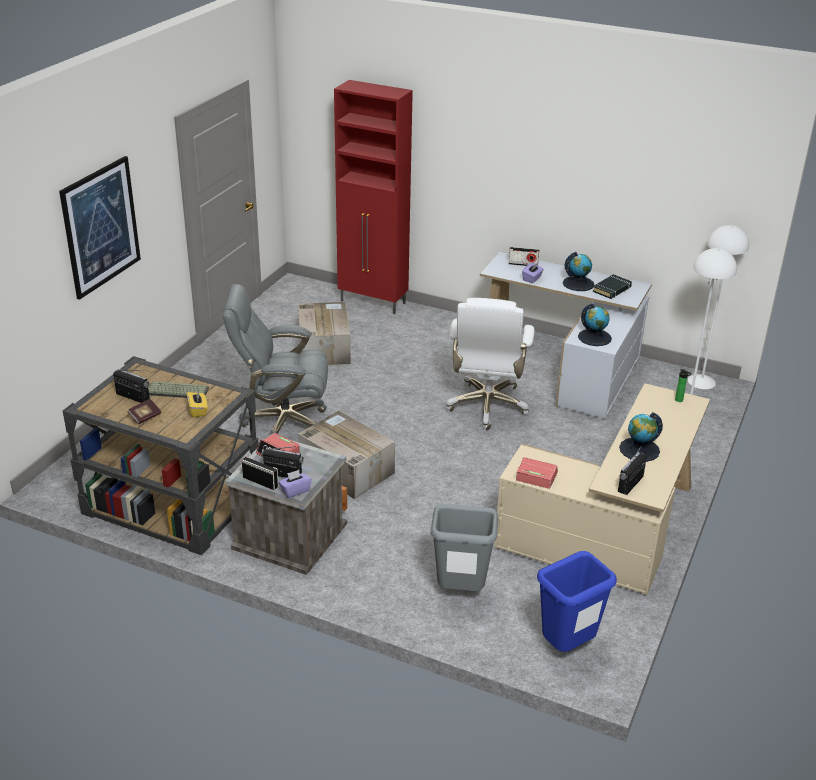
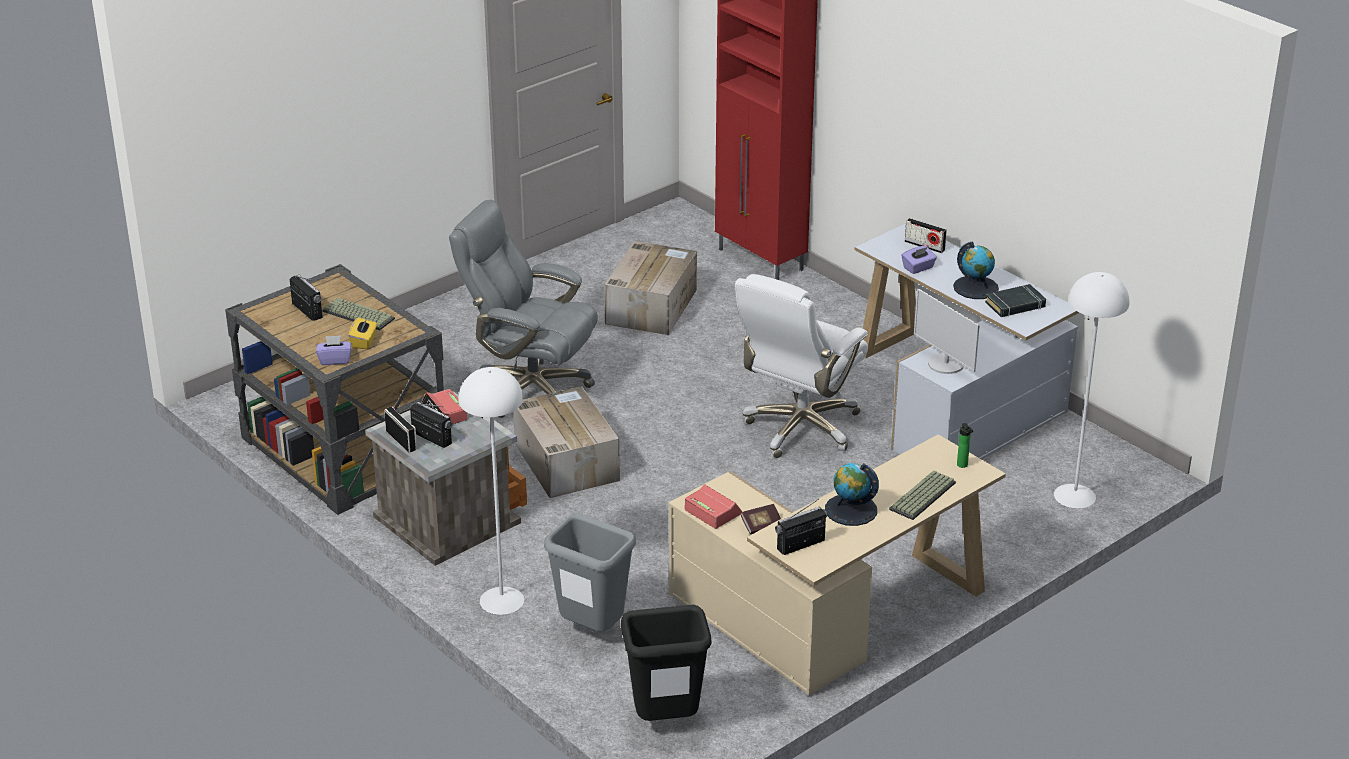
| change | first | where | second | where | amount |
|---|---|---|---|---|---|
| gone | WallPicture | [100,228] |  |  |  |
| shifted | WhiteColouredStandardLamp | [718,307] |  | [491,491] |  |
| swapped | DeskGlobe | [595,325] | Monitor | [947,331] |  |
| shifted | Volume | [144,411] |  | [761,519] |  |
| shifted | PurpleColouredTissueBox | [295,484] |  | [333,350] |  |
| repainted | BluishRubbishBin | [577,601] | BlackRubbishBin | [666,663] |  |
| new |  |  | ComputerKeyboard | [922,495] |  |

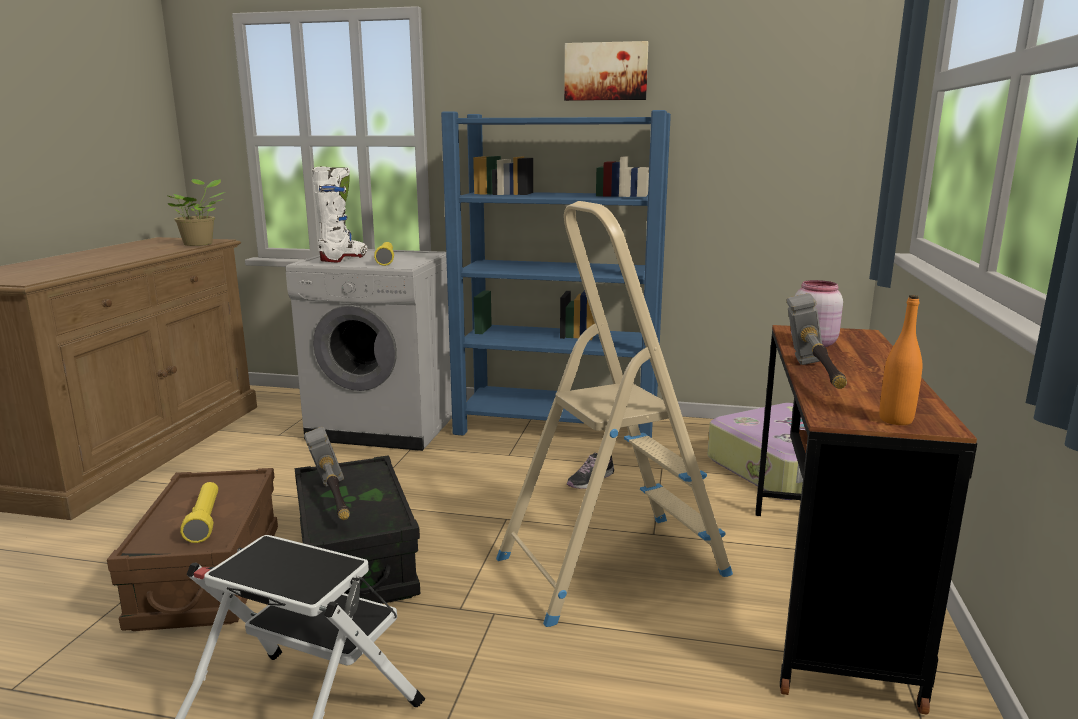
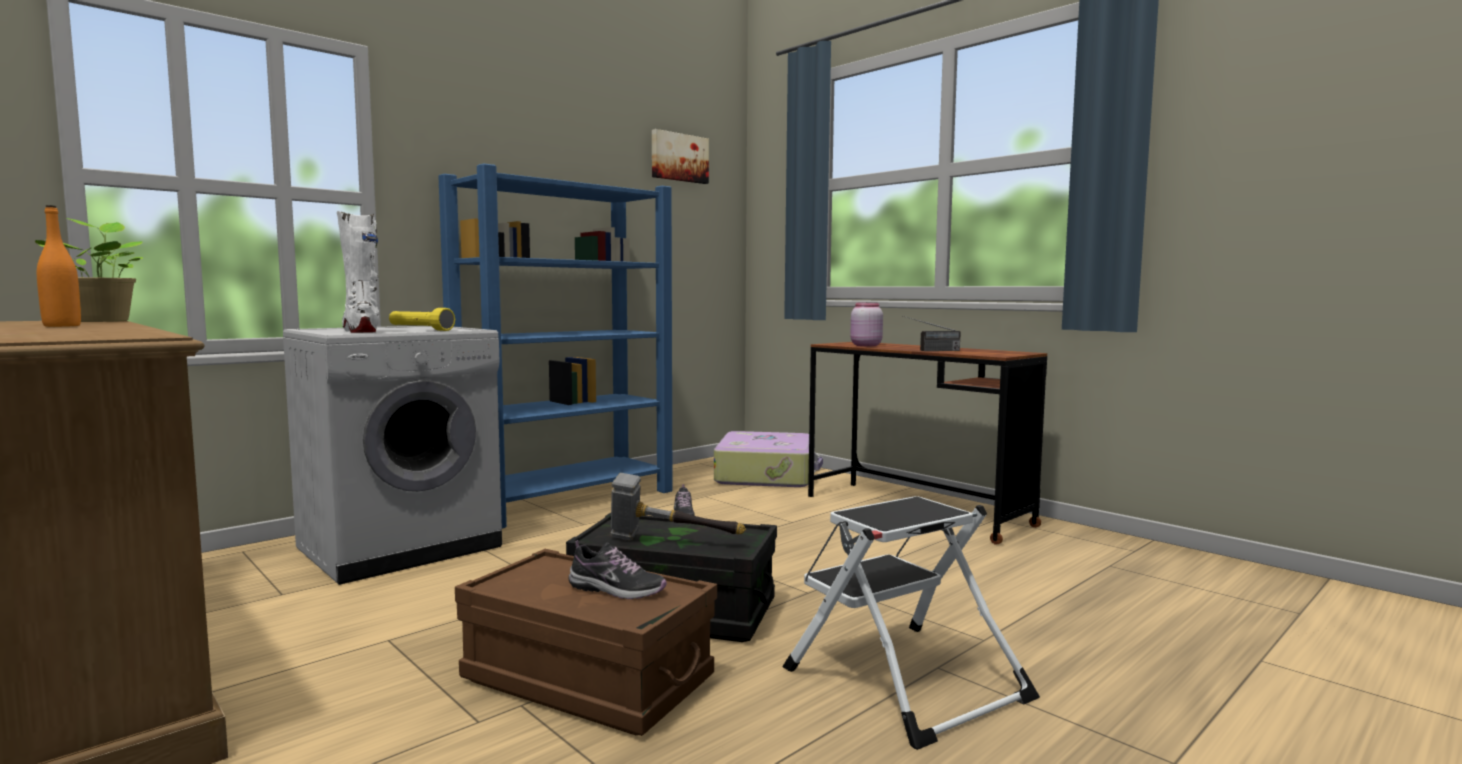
| change | first | where | second | where | amount |
|---|---|---|---|---|---|
| shifted | WallPicture | [606,71] |  | [680,156] |  |
| gone | BeigeColouredStepladder | [614,414] |  |  |  |
| swapped | Hammer | [816,341] | RadioReceiver | [931,333] |  |
| shifted | OrangeyDrinkBottle | [900,360] |  | [59,266] |  |
| swapped | YellowishHandTorch | [199,512] | Shoe | [618,569] |  |

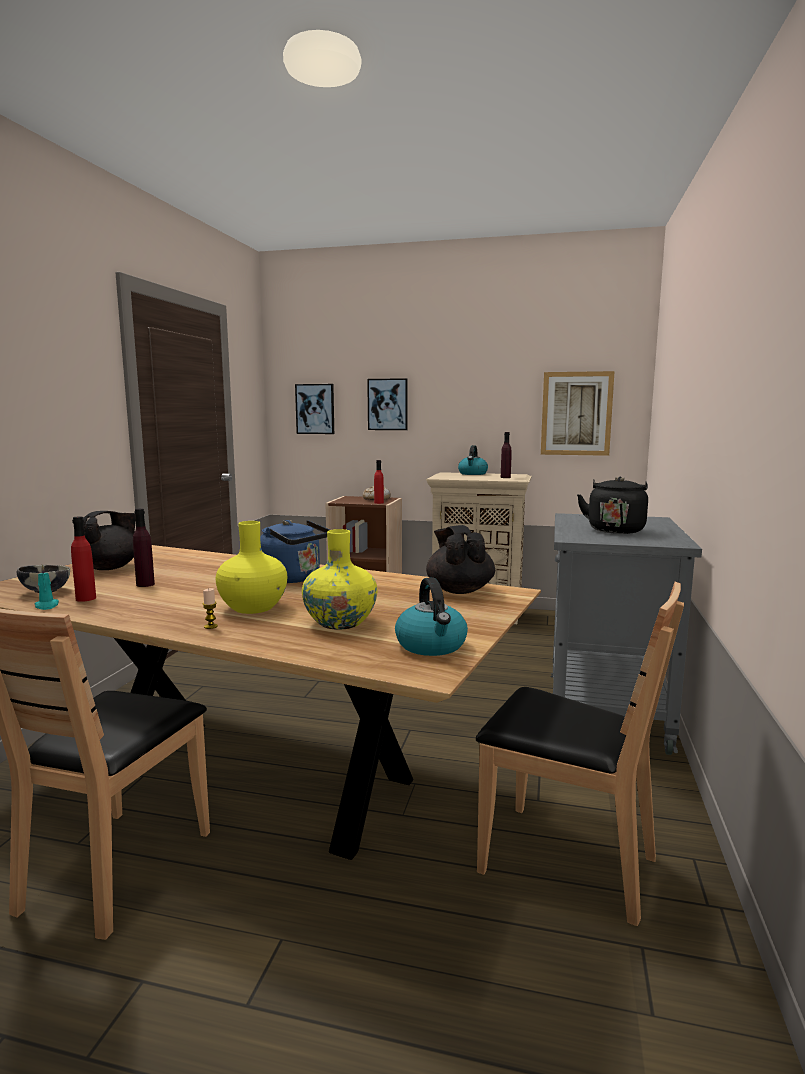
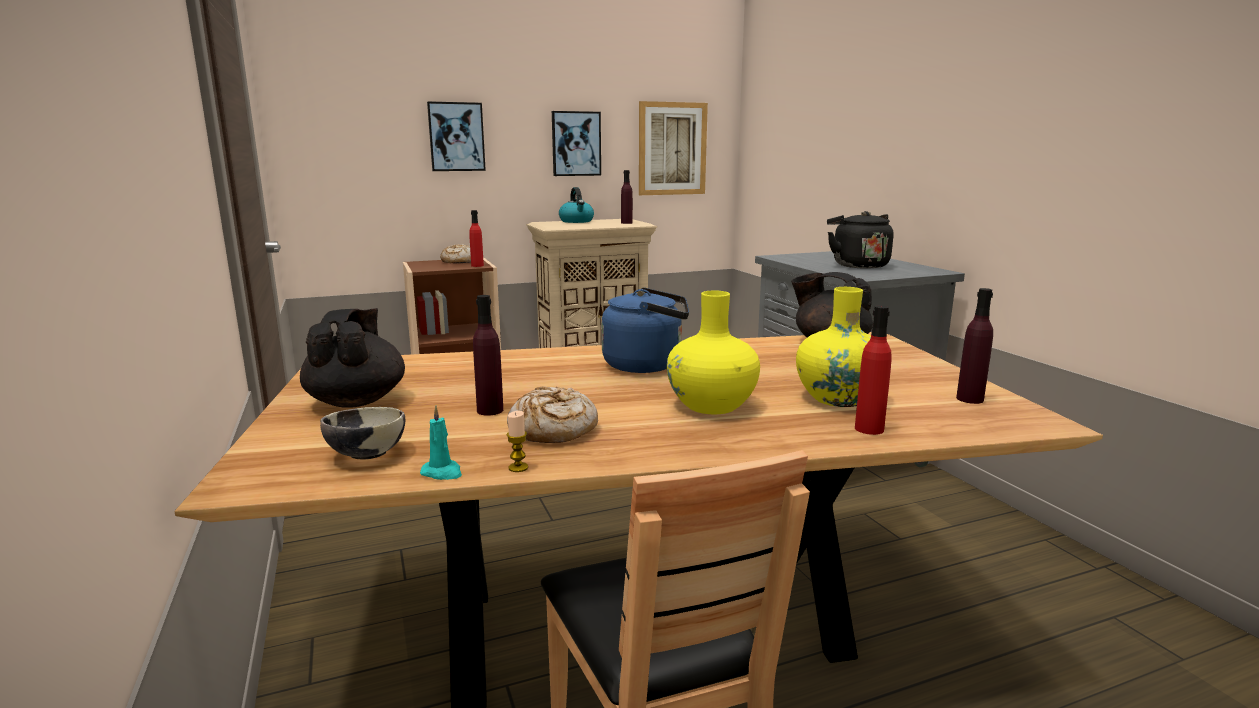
| change | first | where | second | where | amount |
|---|---|---|---|---|---|
| shifted | WallPicture | [314,409] |  | [576,143] |  |
| shifted | ReddishDrinkBottle | [83,559] |  | [873,370] |  |
| swapped | Kettle | [431,617] | PurpleColouredDrinkBottle | [974,346] |  |
| gone | BrownUprightChair | [580,754] |  |  |  |
| shifted | WaxCandle | [210,608] |  | [517,441] |  |
| new |  |  | BakedBread | [552,414] |  |

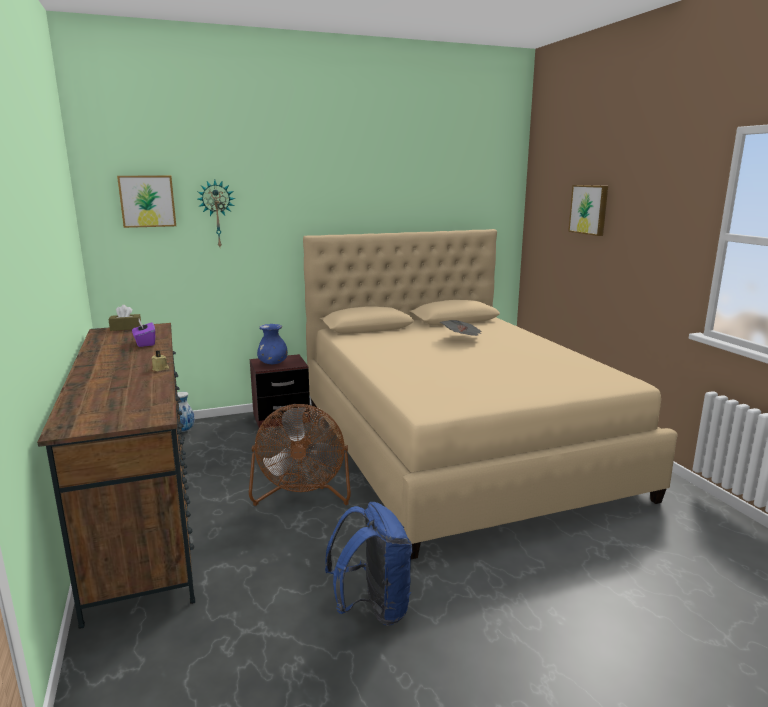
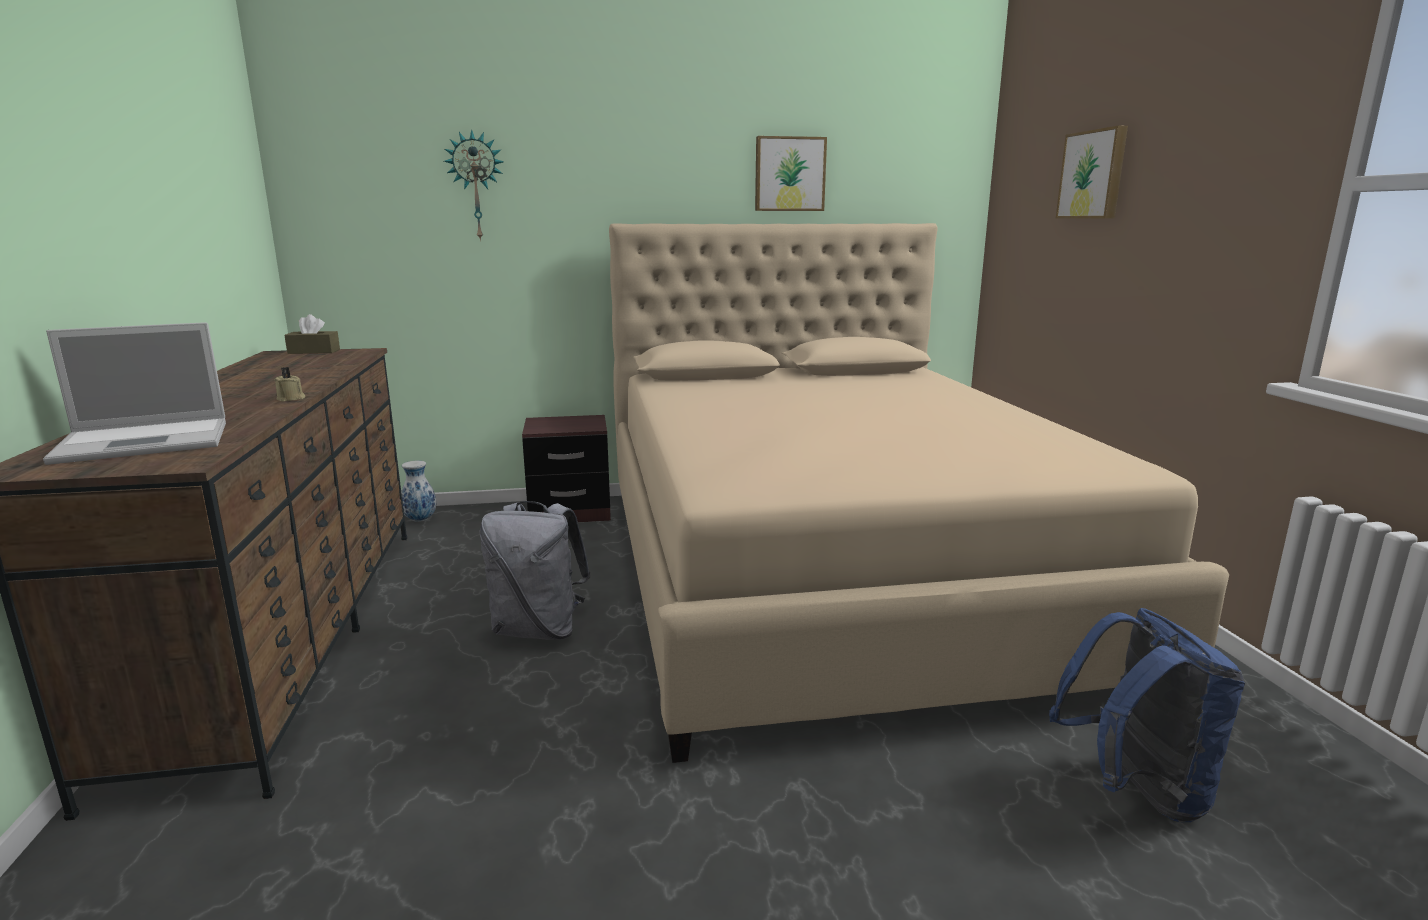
| change | first | where | second | where | amount |
|---|---|---|---|---|---|
| shifted | WallPicture | [146,202] |  | [791,173] |  |
| gone | PurpleColouredTissueBox | [143,333] |  |  |  |
| gone | Newspaper | [461,328] |  |  |  |
| gone | BluishFlowerVase | [272,344] |  |  |  |
| swapped | BrownElectricFan | [300,455] | GreyishBackpack | [535,570] |  |
| shifted | BluishBackpack | [368,564] |  | [1147,715] |  |
| new |  |  | NotebookComputer | [134,393] |  |

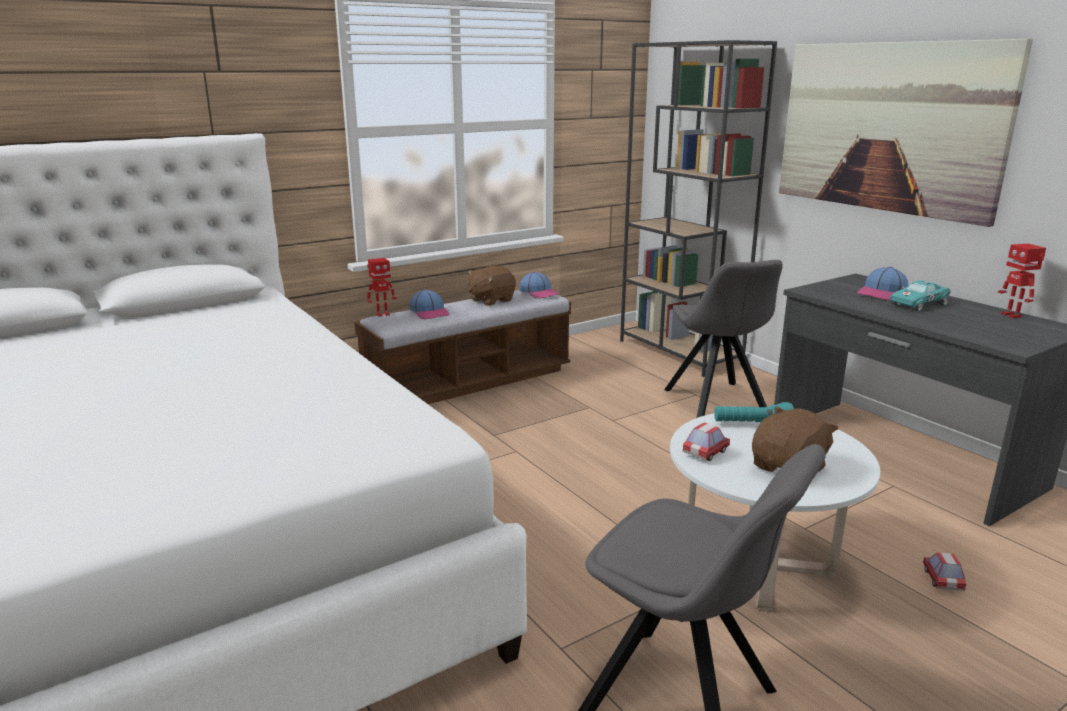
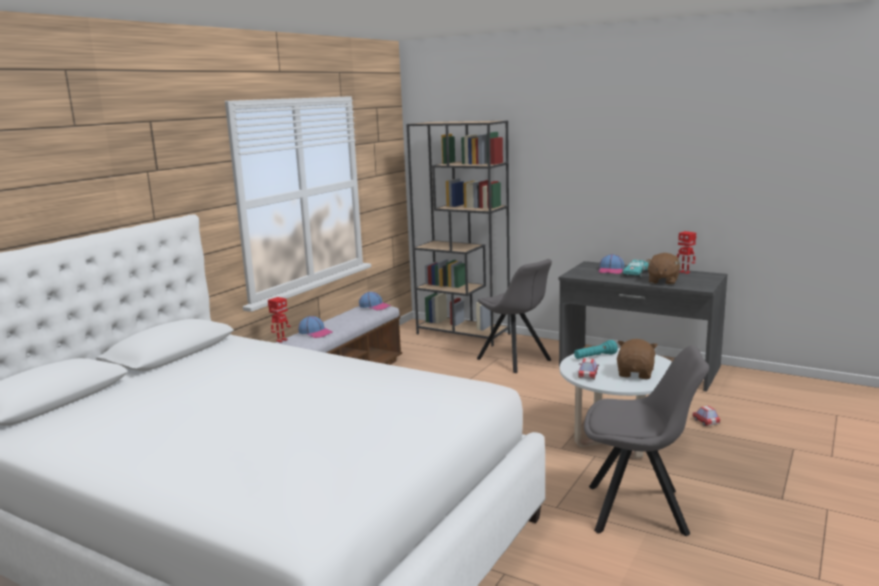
| change | first | where | second | where | amount |
|---|---|---|---|---|---|
| gone | WallPicture | [906,133] |  |  |  |
| shifted | BrownPlushToy | [492,286] |  | [663,269] |  |

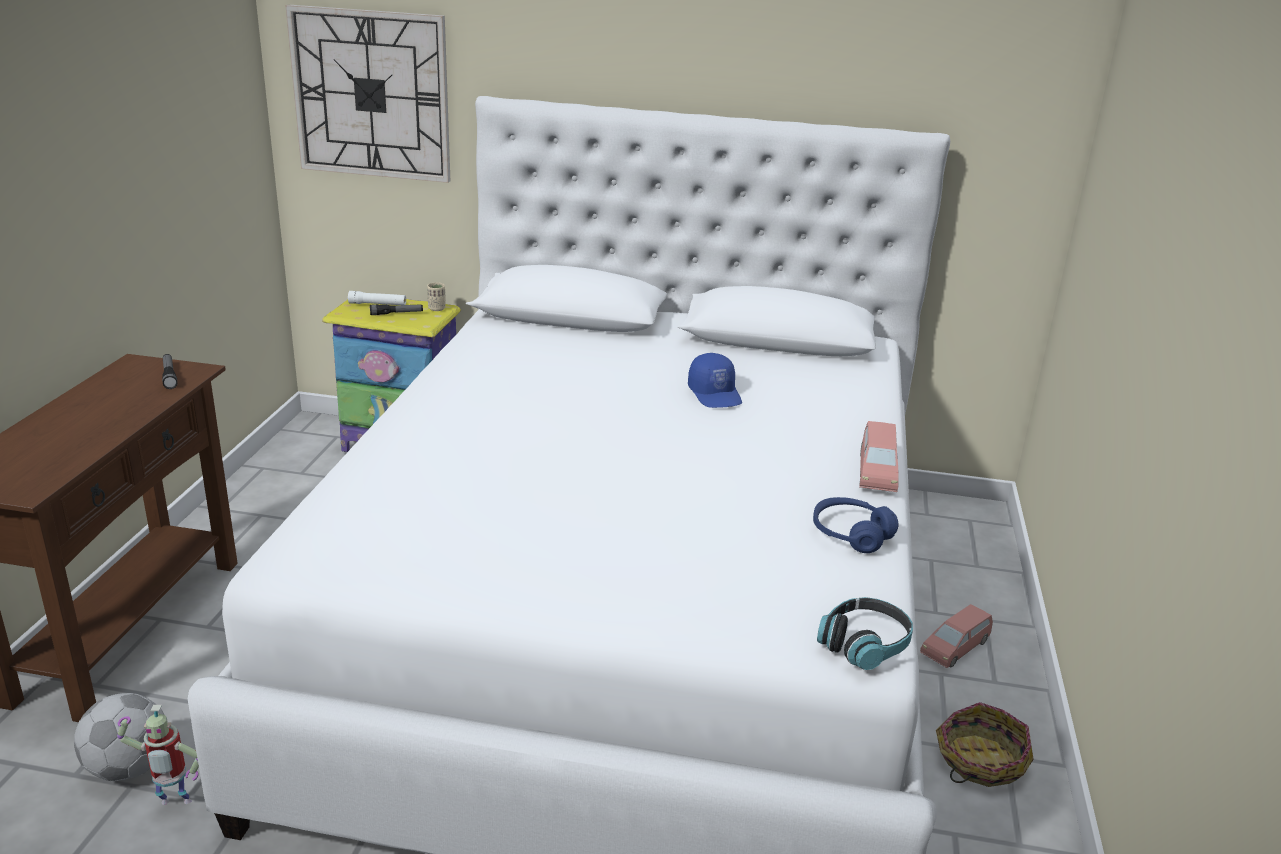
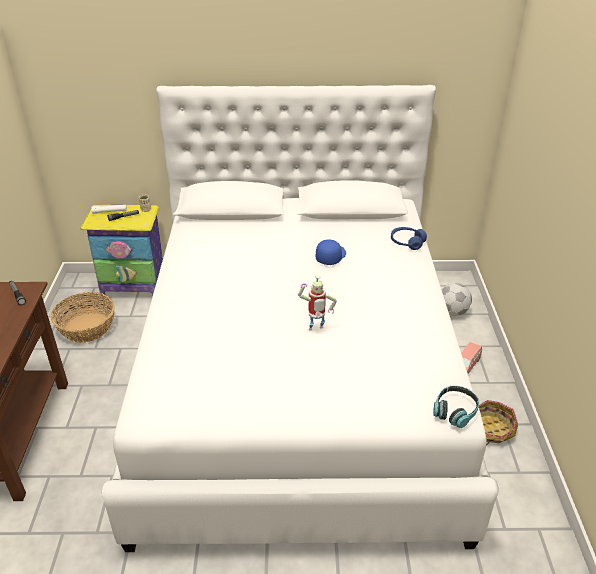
| change | first | where | second | where | amount |
|---|---|---|---|---|---|
| gone | HangingClock | [367,94] |  |  |  |
| rotated | BluishBaseballCap | [715,380] |  | [331,252] | 120 degrees counterclockwise |
| gone | PinkishToyCar | [879,456] |  |  |  |
| shifted | BluishHeadset | [855,525] |  | [409,238] |  |
| shifted | FootballBall | [119,737] |  | [457,299] |  |
| shifted | ModelRobot | [158,755] |  | [317,303] |  |
| new |  |  | Basket | [83,317] |  |

